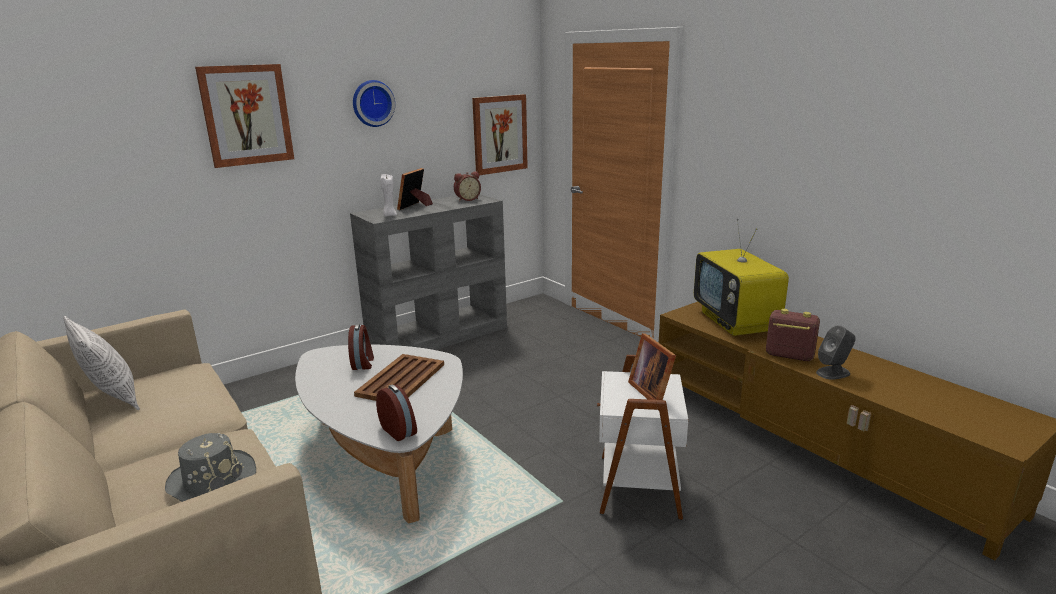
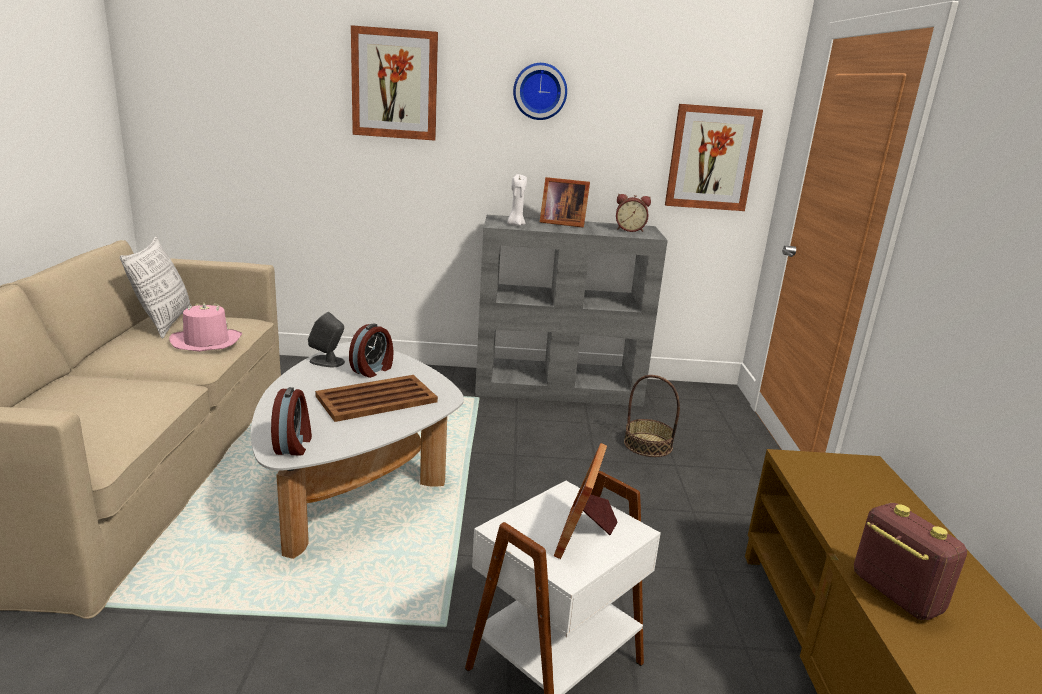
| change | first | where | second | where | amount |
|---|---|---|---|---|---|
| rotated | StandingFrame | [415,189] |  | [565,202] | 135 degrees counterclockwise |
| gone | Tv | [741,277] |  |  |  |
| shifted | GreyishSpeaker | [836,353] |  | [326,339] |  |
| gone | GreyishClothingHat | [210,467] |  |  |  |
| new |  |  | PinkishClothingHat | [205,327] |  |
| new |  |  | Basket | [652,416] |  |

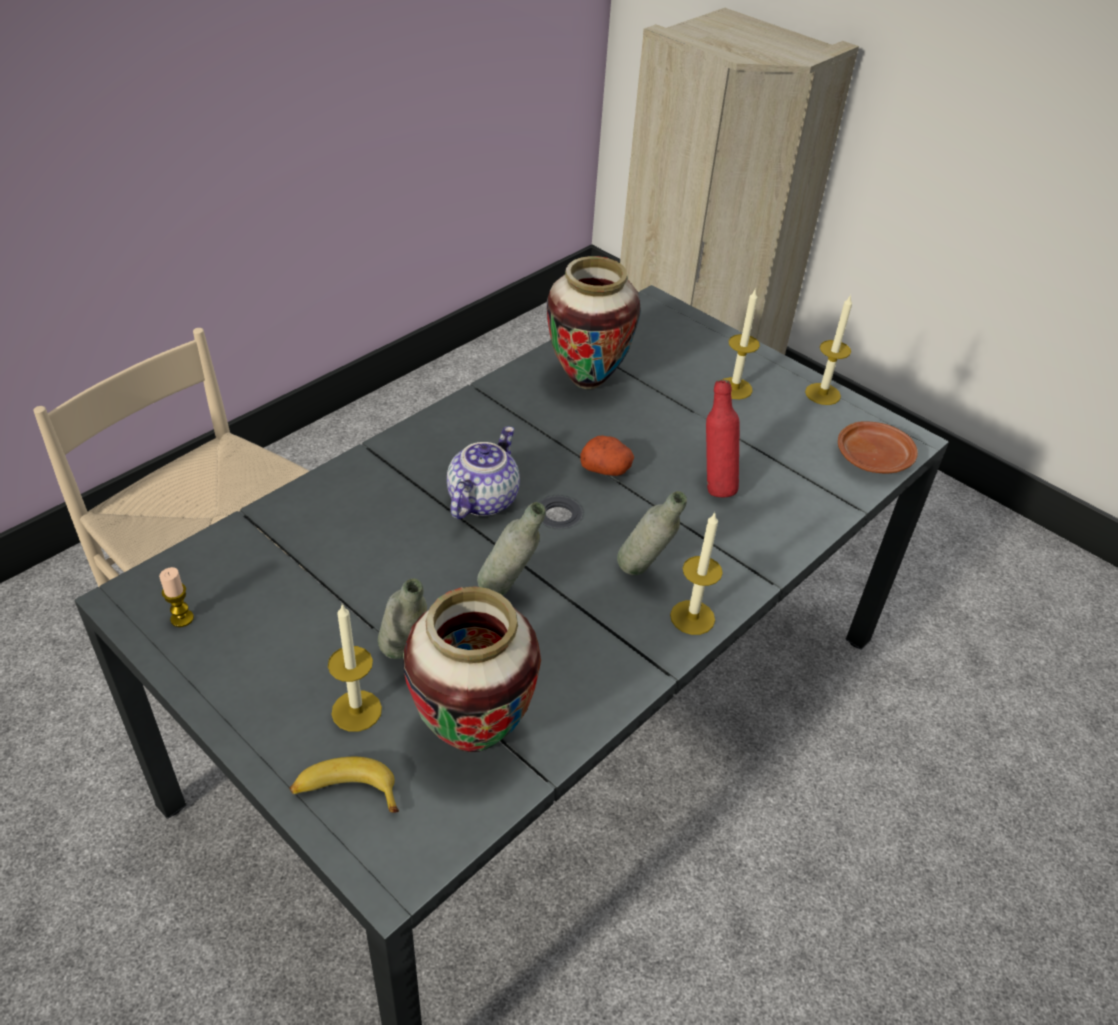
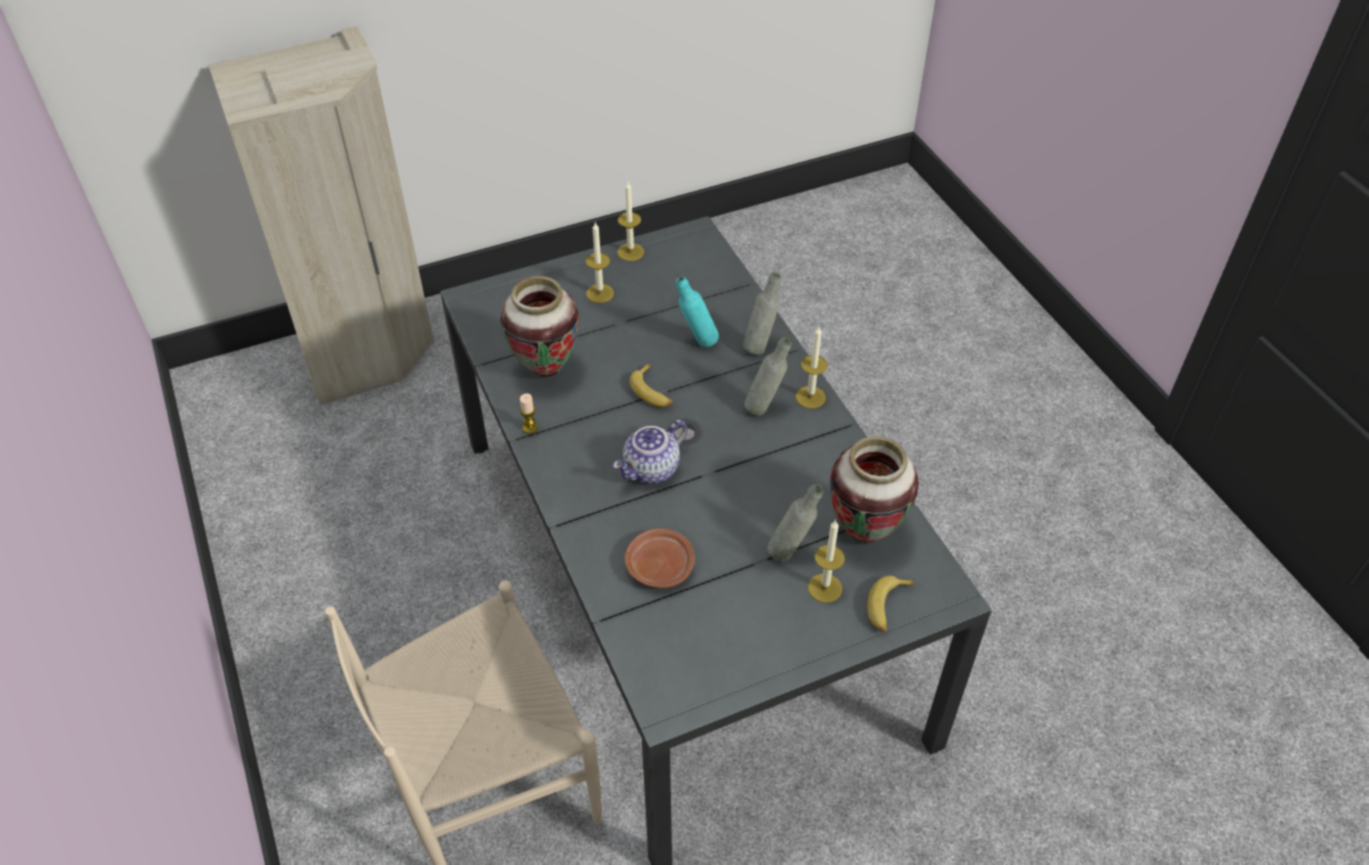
| change | first | where | second | where | amount |
|---|---|---|---|---|---|
| repainted | ReddishDrinkBottle | [723,438] | BlueGreenDrinkBottle | [697,311] |  |
| shifted | BrownFlatDish | [878,447] |  | [660,558] |  |
| rotated | TeaPot | [483,472] |  | [650,452] | 90 degrees counterclockwise |
| swapped | WholePotato | [607,455] | Banana | [651,385] |  |
| shifted | GreyishDrinkBottle | [511,548] |  | [762,313] |  |
| shifted | WaxCandle | [176,597] |  | [529,413] |  |

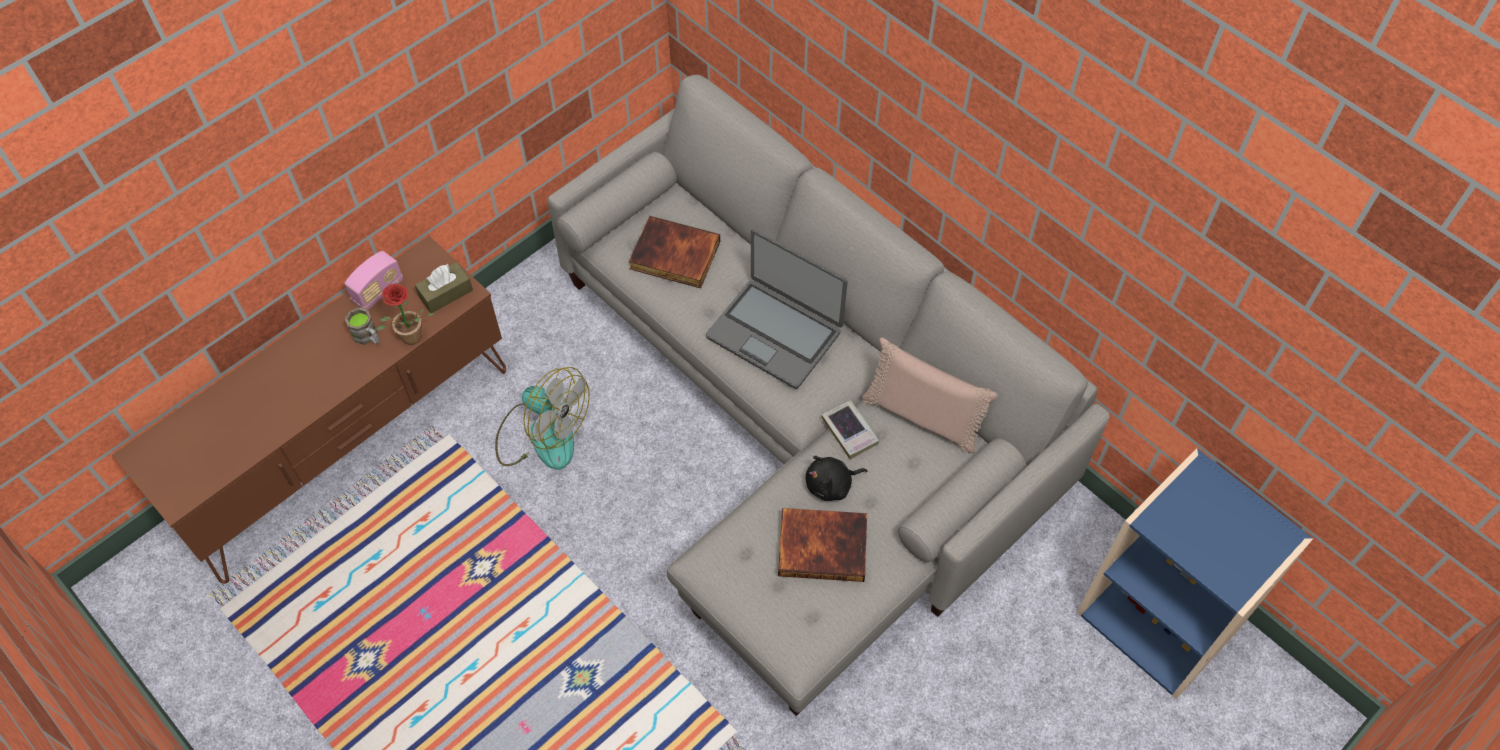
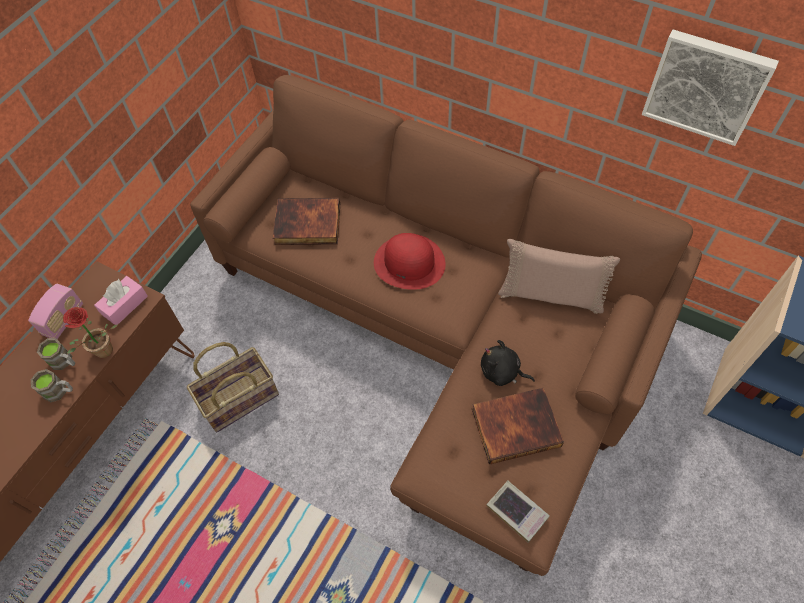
| change | first | where | second | where | amount |
|---|---|---|---|---|---|
| repainted | GreyishSettee | [829,395] | BrownSettee | [446,325] |  |
| swapped | NotebookComputer | [777,309] | ReddishClothingHat | [410,261] |  |
| repainted | BrownTissueBox | [444,287] | PinkishTissueBox | [121,300] |  |
| swapped | ElectricFan | [542,418] | Basket | [233,387] |  |
| shifted | Volume | [850,429] |  | [518,511] |  |
| rotated | BlackPlushToy | [836,478] |  | [508,363] | 60 degrees clockwise |
| new |  |  | WallPicture | [710,88] |  |
| new |  |  | BrownMug | [52,385] |  |

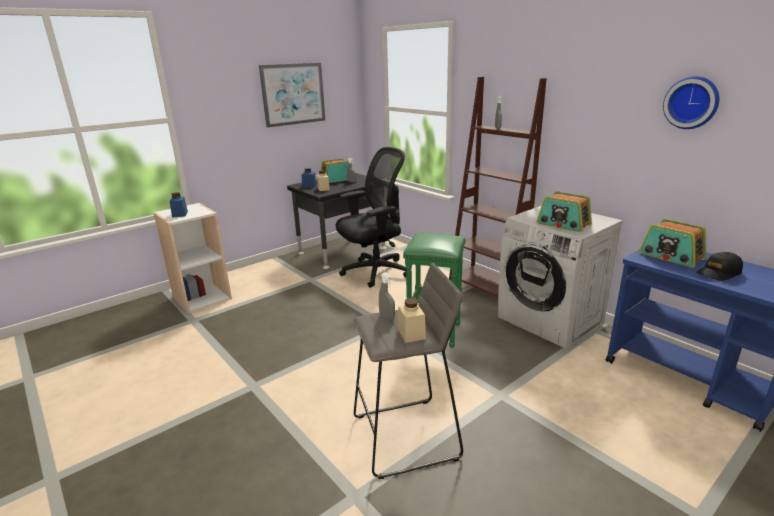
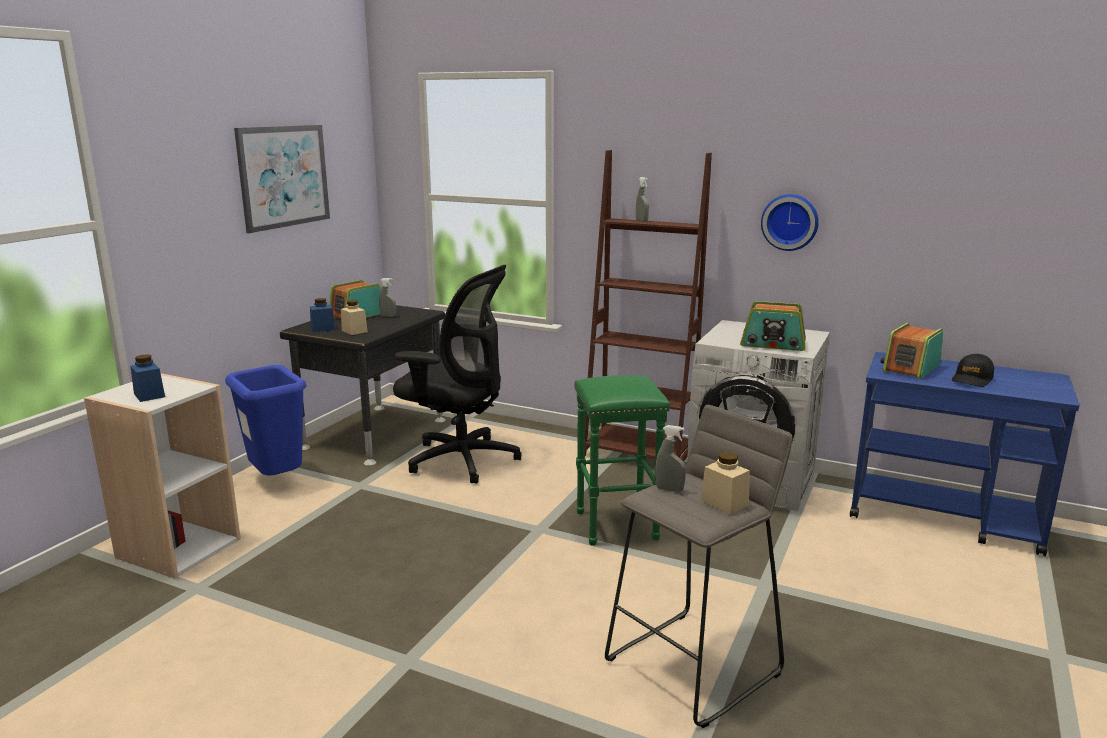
| change | first | where | second | where | amount |
|---|---|---|---|---|---|
| shifted | HangingClock | [691,102] |  | [790,222] |  |
| rotated | BlackOfficeChair | [371,217] |  | [457,374] | 75 degrees clockwise |
| rotated | RadioReceiver | [672,243] |  | [911,351] | 105 degrees clockwise |
| new |  |  | BluishRubbishBin | [266,420] |  |

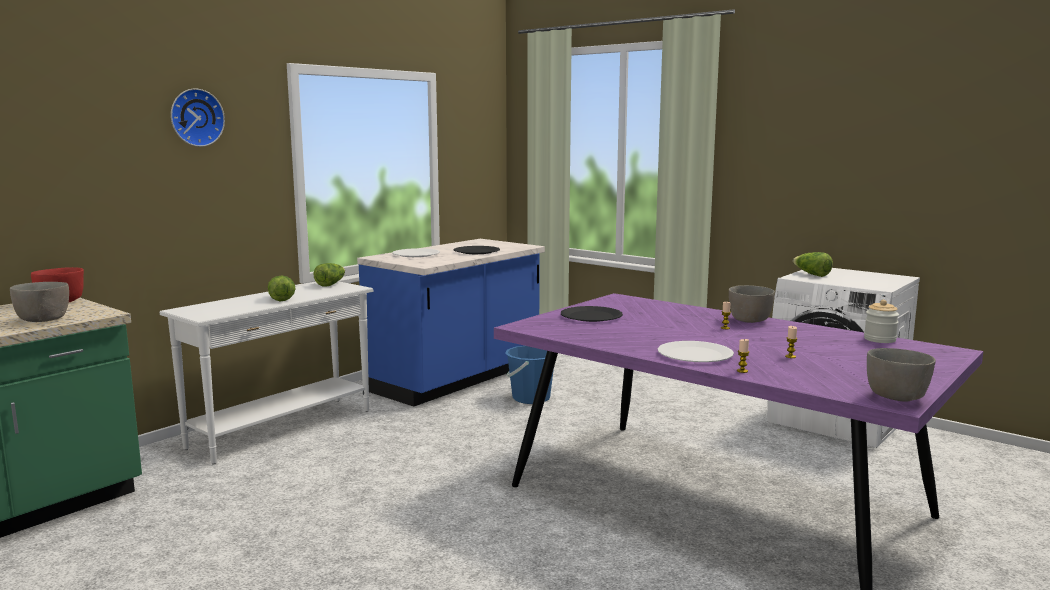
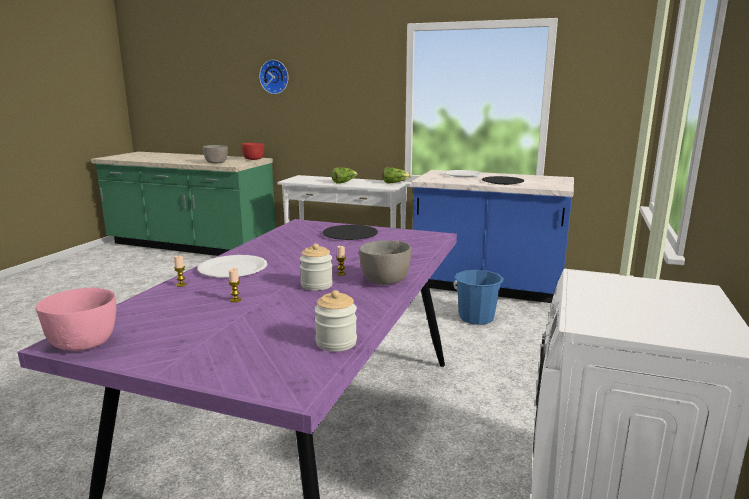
| change | first | where | second | where | amount |
|---|---|---|---|---|---|
| shifted | HangingClock | [198,118] |  | [273,77] |  |
| gone | LettuceHead | [813,264] |  |  |  |
| repainted | GreyishBowl | [901,375] | PinkishBowl | [76,319] |  |
| new |  |  | PreserveJar | [316,267] |  |

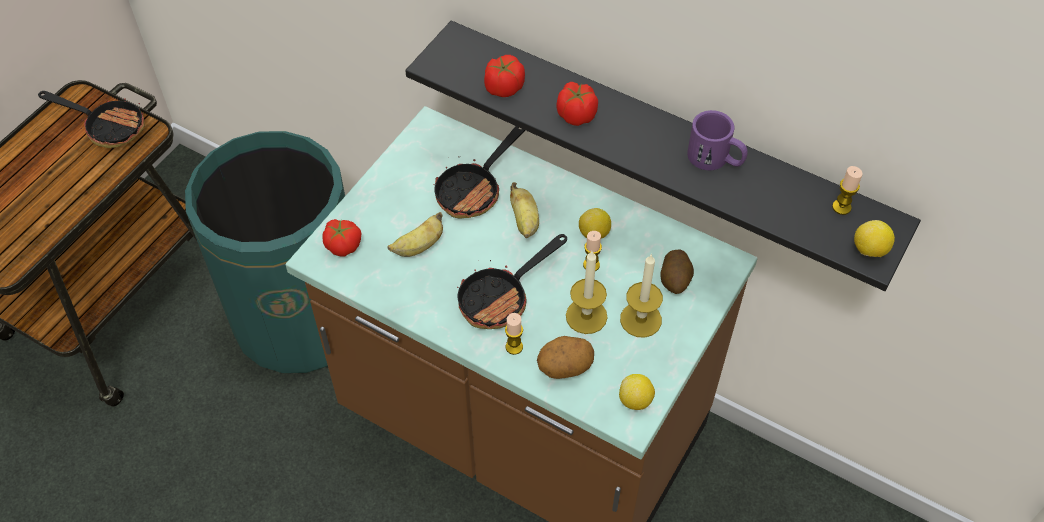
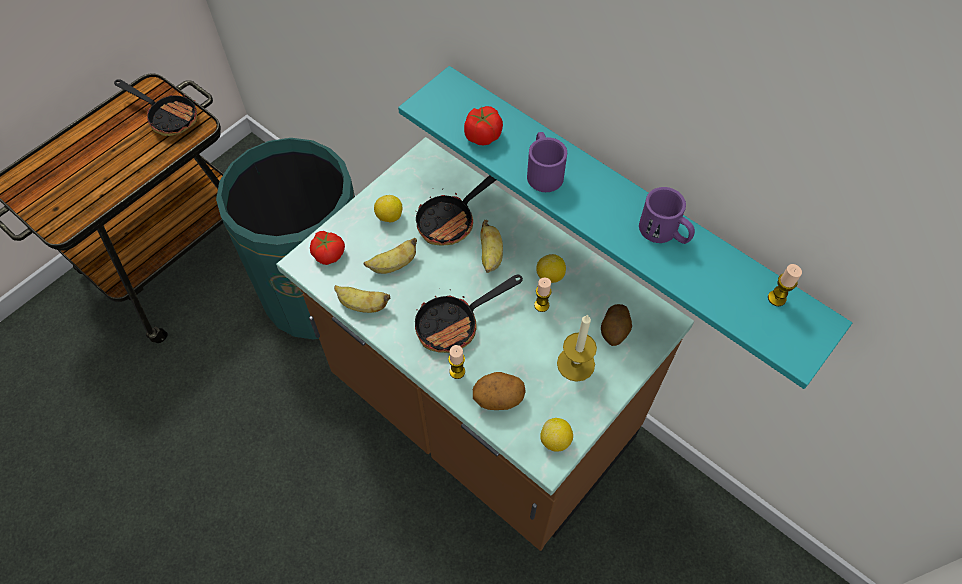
| change | first | where | second | where | amount |
|---|---|---|---|---|---|
| repainted | BlackWallShelf | [663,156] | BlueGreenWallShelf | [625,227] |  |
| swapped | Tomato | [577,104] | PurpleColouredMug | [547,162] |  |
| shifted | WholeLemon | [874,238] |  | [388,208] |  |
| gone | WaxCandle | [587,292] |  |  |  |
| new |  |  | Banana | [362,299] |  |

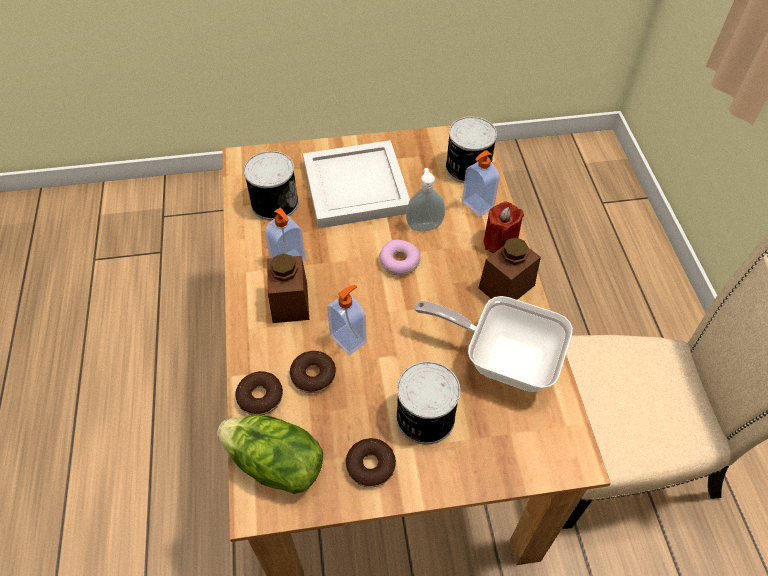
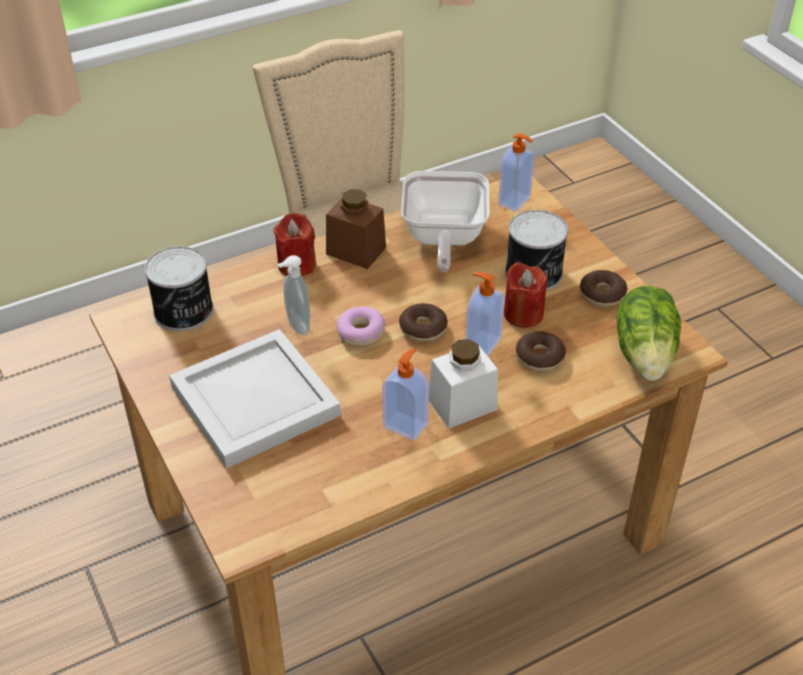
| change | first | where | second | where | amount |
|---|---|---|---|---|---|
| shifted | SoapDispenser | [481,183] |  | [516,172] |  |
| gone | MetalCan | [271,186] |  |  |  |
| repainted | BrownPreserveJar | [288,288] | WhiteColouredPreserveJar | [463,383] |  |
| shifted | RingDoughnut | [259,393] |  | [423,322] |  |
| new |  |  | ReddishWaxCandle | [526,295] |  |

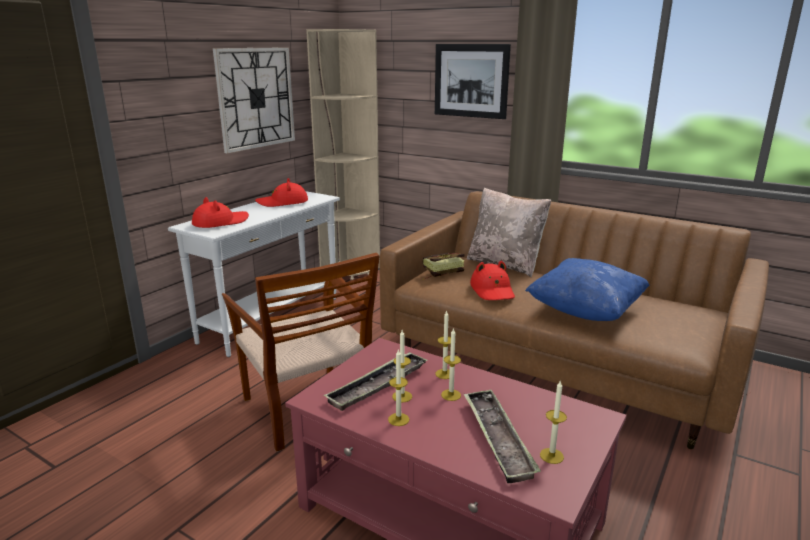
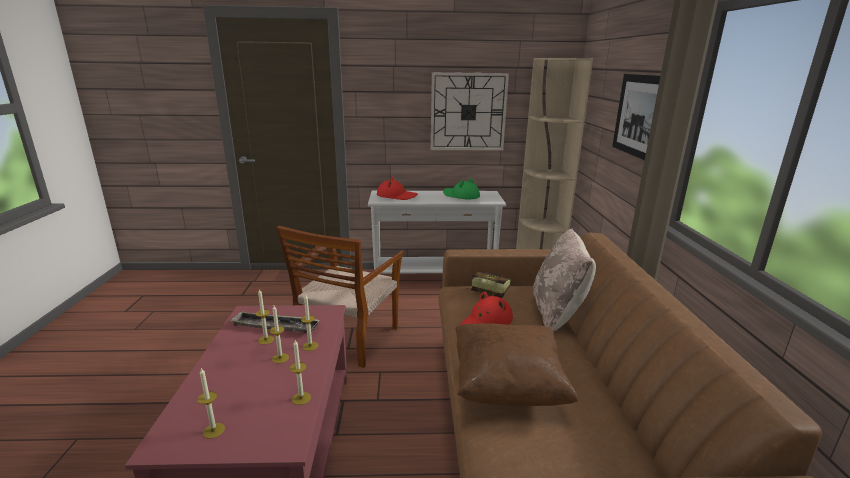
| change | first | where | second | where | amount |
|---|---|---|---|---|---|
| repainted | ReddishClothingHat | [281,192] | GreenClothingHat | [461,188] |  |
| repainted | BluishPillow | [587,289] | BrownPillow | [516,364] |  |
| shifted | WaxCandle | [398,387] |  | [300,372] |  |
| gone | ServingTray | [502,436] |  |  |  |

